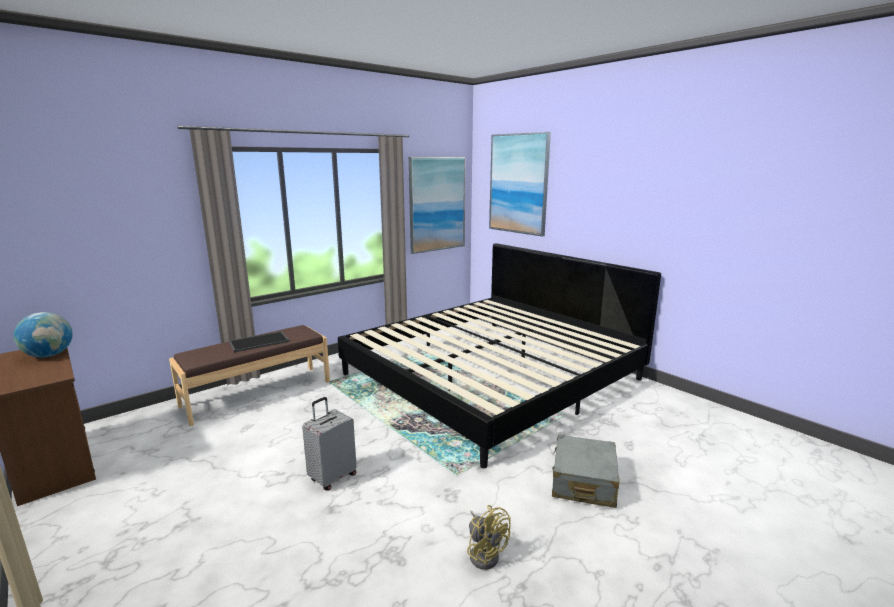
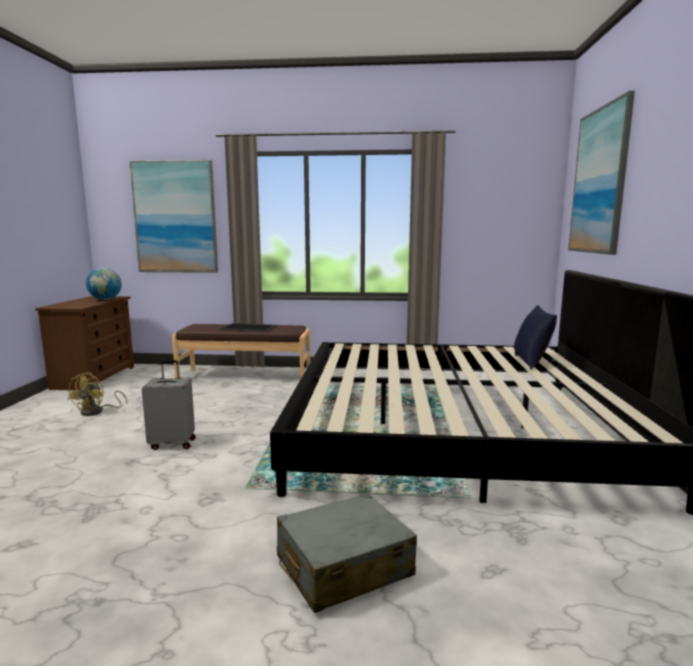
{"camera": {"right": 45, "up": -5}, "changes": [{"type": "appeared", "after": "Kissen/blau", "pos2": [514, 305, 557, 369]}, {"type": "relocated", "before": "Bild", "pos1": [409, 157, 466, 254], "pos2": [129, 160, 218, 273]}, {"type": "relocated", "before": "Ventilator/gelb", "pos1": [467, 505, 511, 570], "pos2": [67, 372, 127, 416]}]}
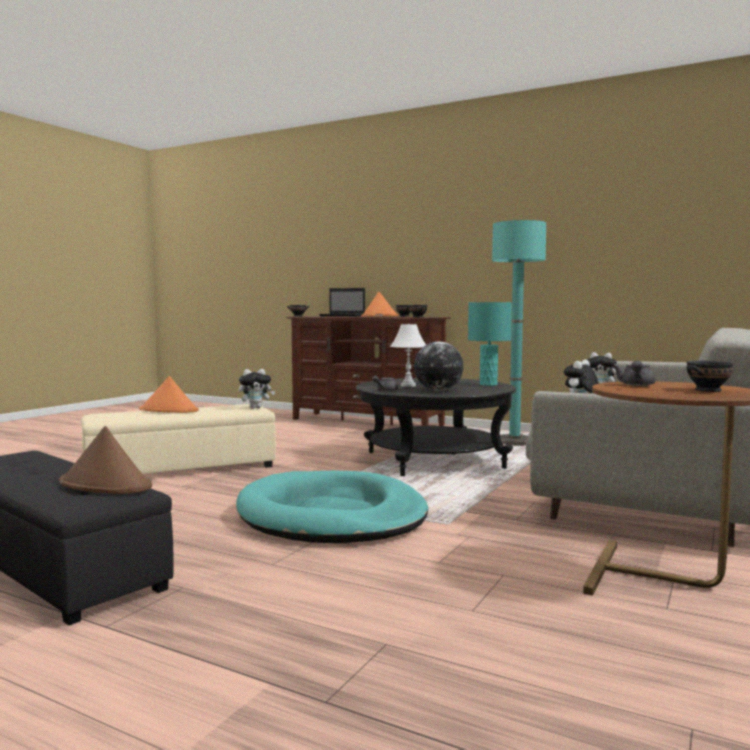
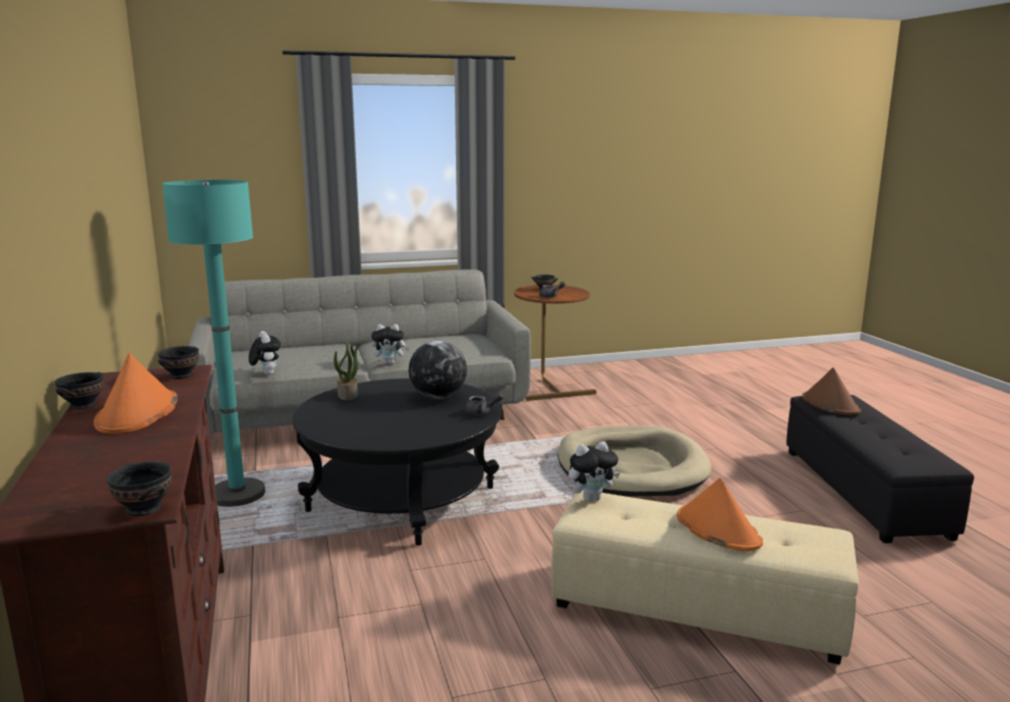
{"camera": {"right": -135, "up": 10}, "changes": [{"type": "missing", "before": "Laptop", "pos1": [319, 288, 365, 317]}, {"type": "missing", "before": "Tischlampe/weiß", "pos1": [390, 324, 426, 387]}, {"type": "exchanged", "before": "Tischlampe/türkis", "after": "Topfpflanze", "pos1": [468, 302, 512, 386], "pos2": [334, 340, 361, 400]}, {"type": "colour", "before": "Hundebett/türkis", "after": "Hundebett/beige", "pos1": [236, 471, 428, 544], "pos2": [558, 426, 711, 497]}, {"type": "spun", "before": "Plüschtier", "pos1": [239, 369, 275, 408], "pos2": [569, 441, 620, 502], "turn": 135}]}
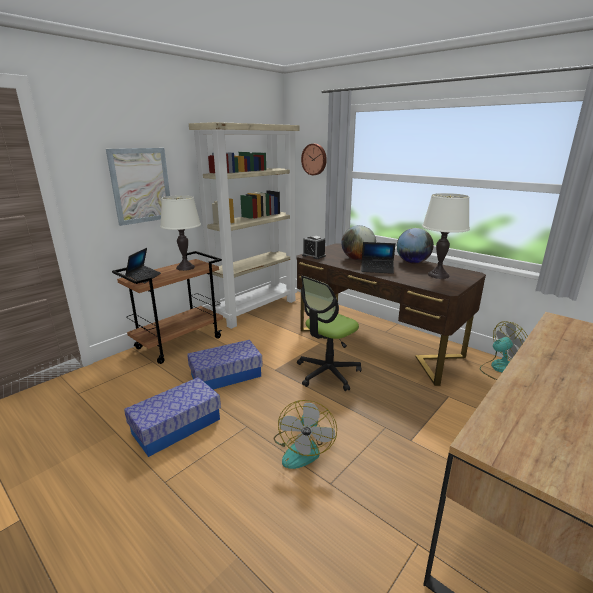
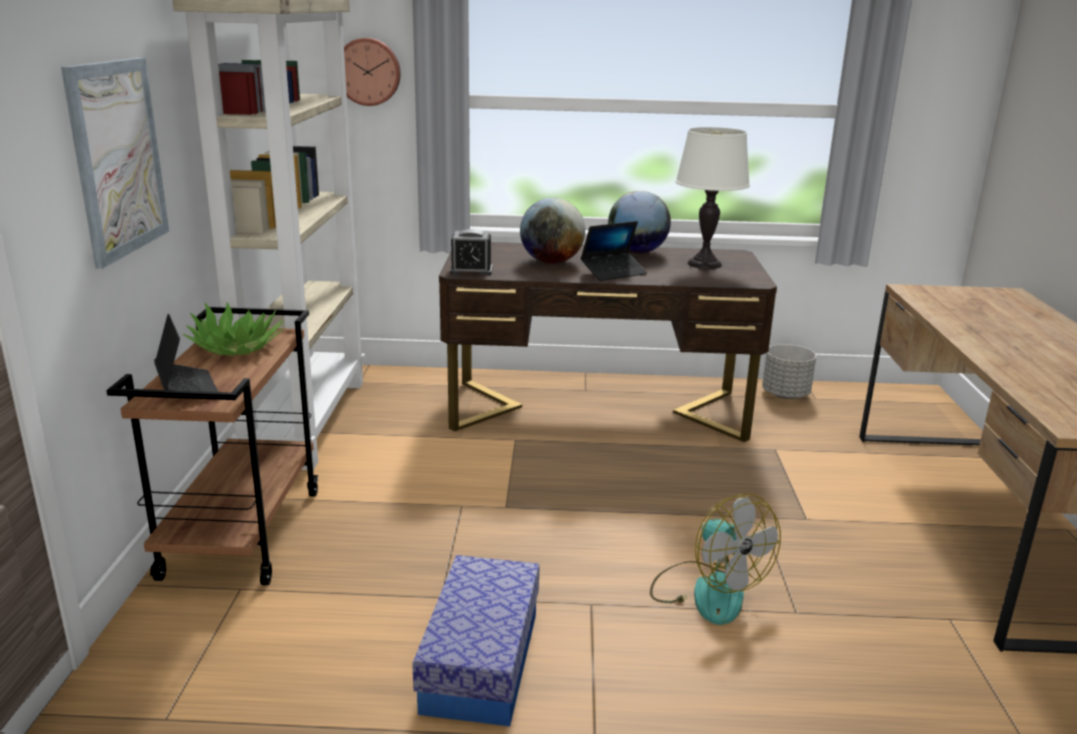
{"camera": {"right": -40, "up": 0}, "changes": [{"type": "missing", "before": "Aufbewahrungsbox", "pos1": [187, 340, 263, 390]}, {"type": "missing", "before": "Bürostuhl", "pos1": [297, 276, 361, 391]}, {"type": "exchanged", "before": "Tischlampe/weiß", "after": "Topfpflanze", "pos1": [160, 195, 201, 271], "pos2": [182, 302, 283, 356]}, {"type": "exchanged", "before": "Ventilator", "after": "Pflanzkübel/grau", "pos1": [480, 321, 528, 380], "pos2": [762, 344, 816, 399]}]}
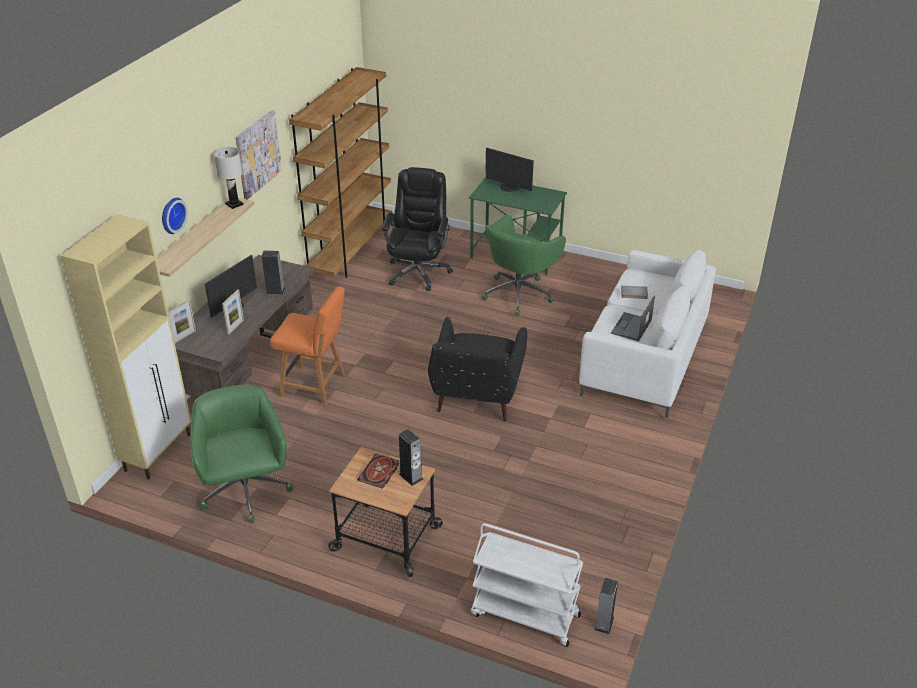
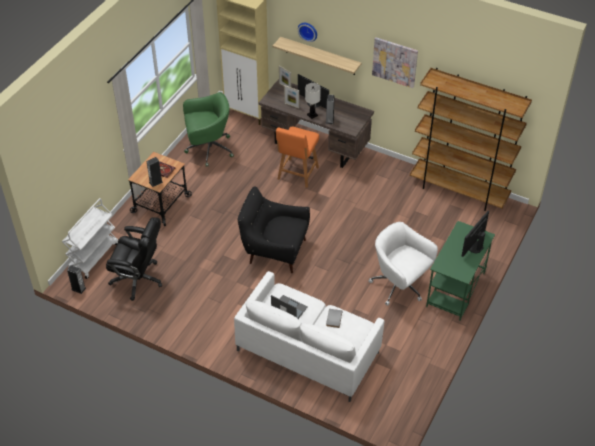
{"camera": {"right": 95, "up": 10}, "changes": [{"type": "relocated", "before": "Tischlampe/weiß", "pos1": [214, 147, 243, 209], "pos2": [305, 83, 321, 119]}, {"type": "relocated", "before": "Bürostuhl/schwarz", "pos1": [382, 167, 453, 291], "pos2": [106, 217, 162, 301]}, {"type": "colour", "before": "Bürostuhl/grün", "after": "Bürostuhl/weiß", "pos1": [482, 215, 566, 316], "pos2": [368, 222, 438, 306]}]}
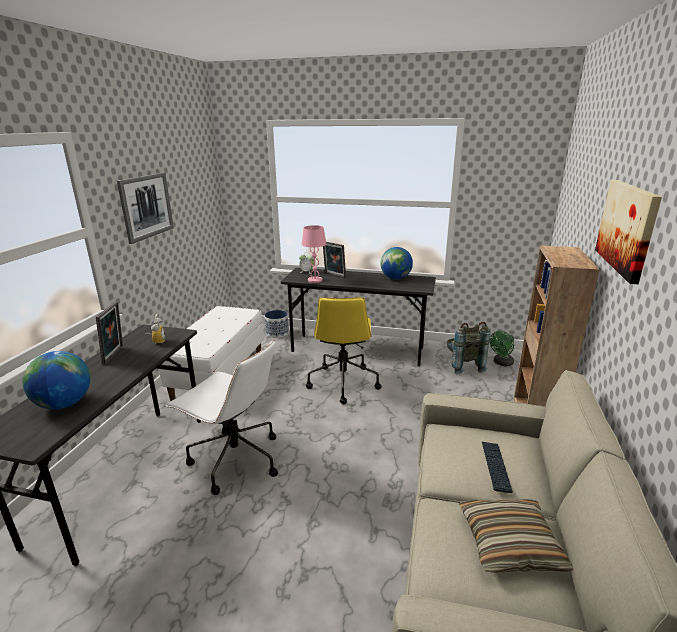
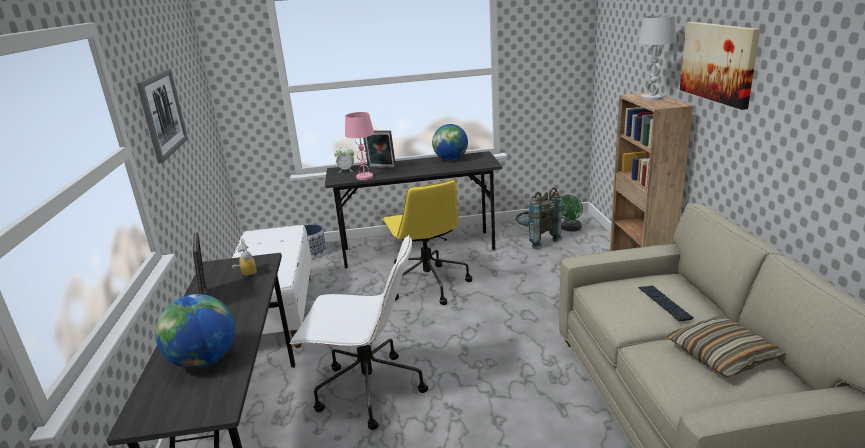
{"camera": {"right": -20, "up": 0}, "changes": [{"type": "appeared", "after": "Tischlampe/weiß", "pos2": [638, 15, 677, 101]}]}
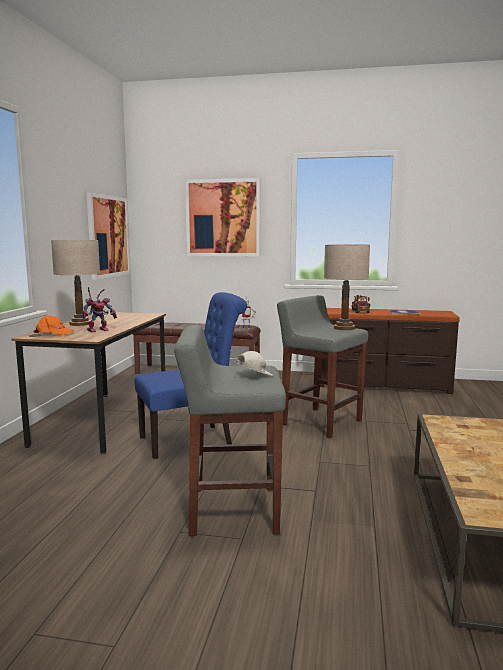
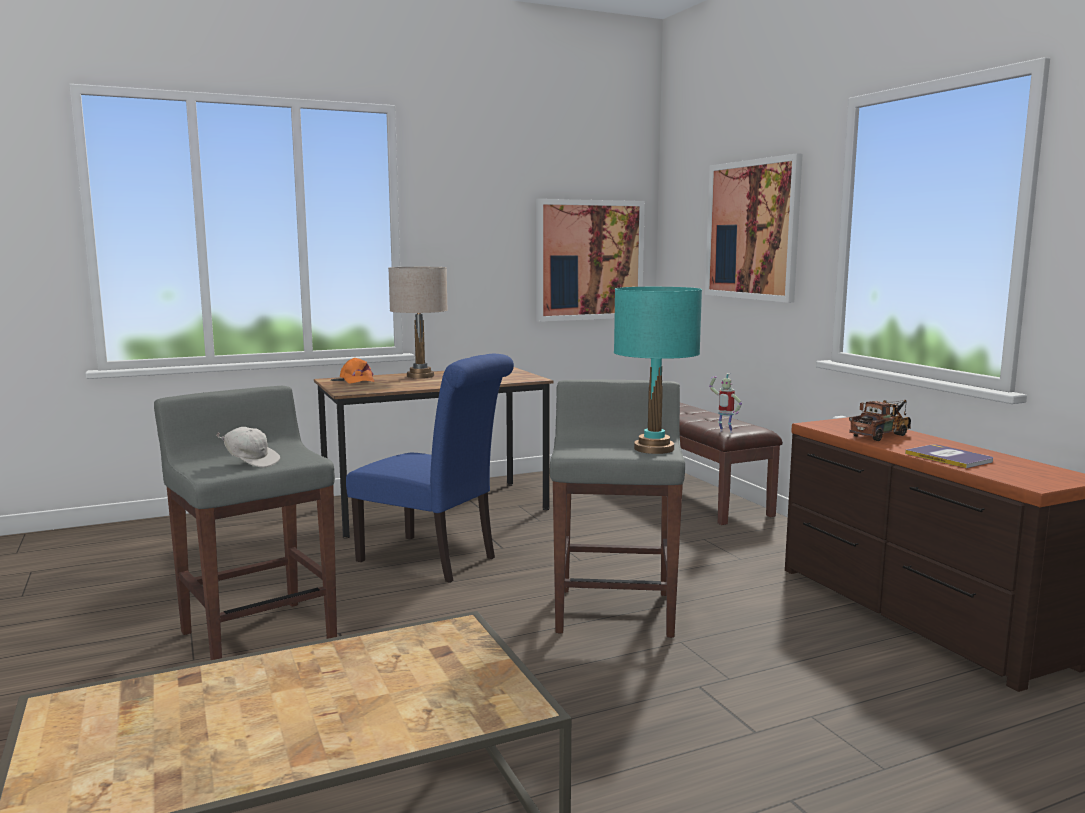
{"camera": {"right": 55, "up": 0}, "changes": [{"type": "missing", "before": "Spielzeugroboter", "pos1": [82, 287, 117, 332]}, {"type": "colour", "before": "Tischlampe/beige", "after": "Tischlampe/türkis", "pos1": [324, 244, 370, 330], "pos2": [614, 287, 702, 454]}]}
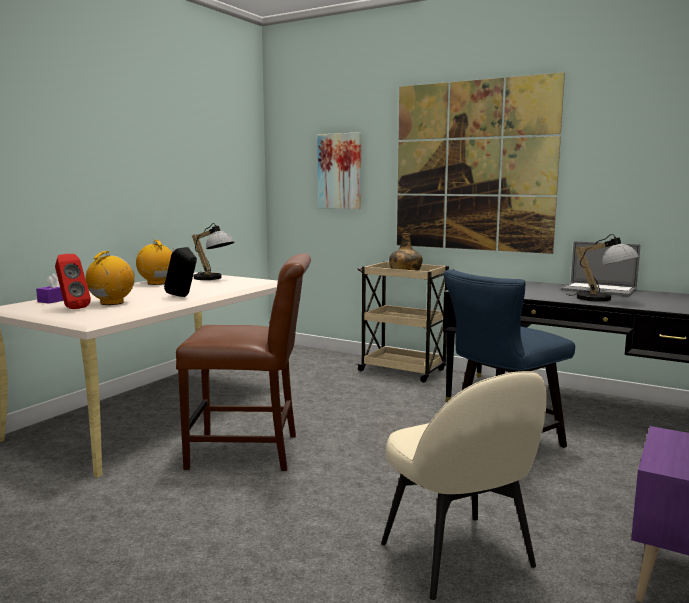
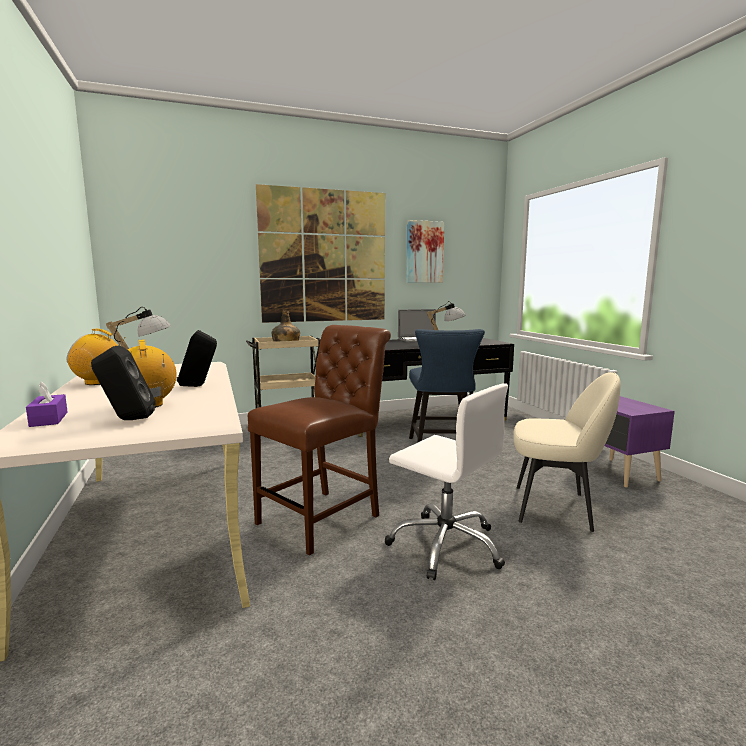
{"camera": {"right": -50, "up": 0}, "changes": [{"type": "appeared", "after": "Bürostuhl/weiß", "pos2": [385, 383, 508, 580]}, {"type": "relocated", "before": "Bild", "pos1": [317, 132, 361, 209], "pos2": [406, 220, 444, 283]}, {"type": "colour", "before": "Lautsprecher/rot", "after": "Lautsprecher/schwarz", "pos1": [55, 254, 91, 309], "pos2": [91, 345, 156, 420]}]}
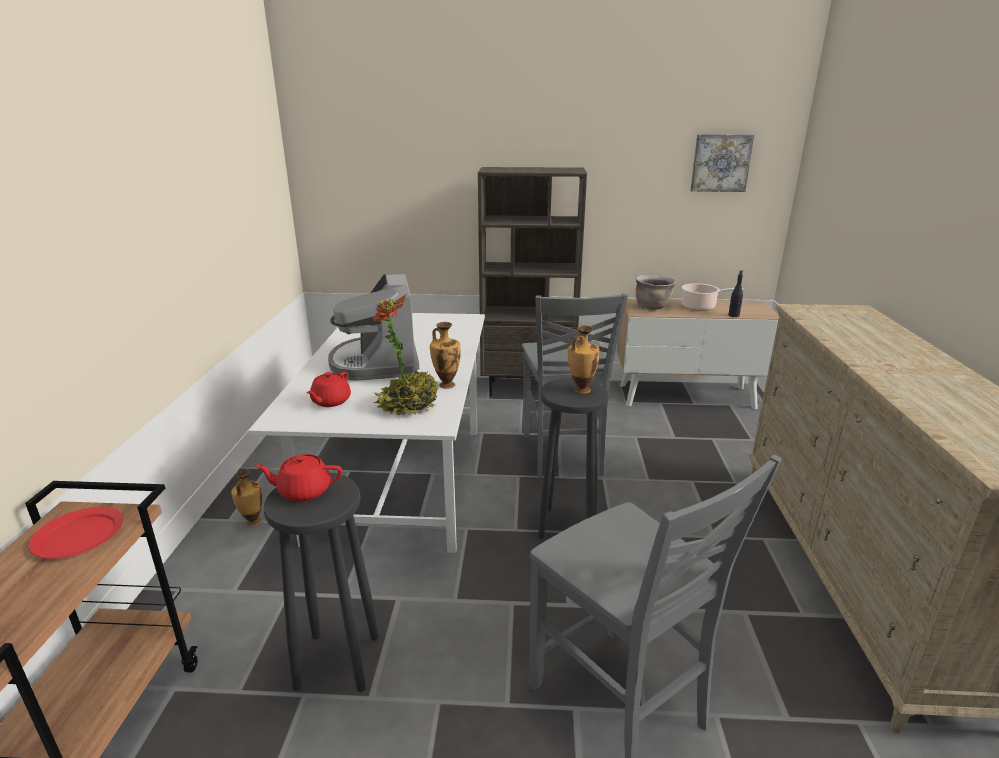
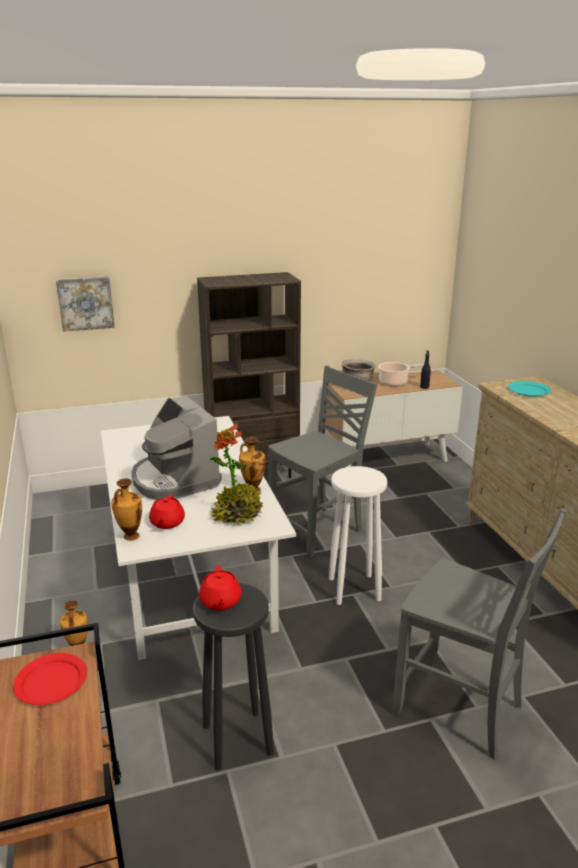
{"camera": {"right": -20, "up": 0}, "changes": [{"type": "appeared", "after": "Teller/türkis", "pos2": [508, 381, 551, 397]}, {"type": "relocated", "before": "Vase", "pos1": [568, 325, 599, 394], "pos2": [111, 478, 142, 541]}, {"type": "relocated", "before": "Bild", "pos1": [690, 134, 754, 192], "pos2": [56, 276, 115, 332]}, {"type": "colour", "before": "Hocker/schwarz", "after": "Hocker/weiß", "pos1": [538, 378, 609, 540], "pos2": [329, 466, 387, 605]}, {"type": "spun", "before": "Teekanne/rot", "pos1": [255, 454, 342, 502], "pos2": [199, 565, 242, 610], "turn": -75}, {"type": "spun", "before": "Stuhl/grau", "pos1": [522, 293, 628, 479], "pos2": [268, 366, 377, 558], "turn": -105}]}
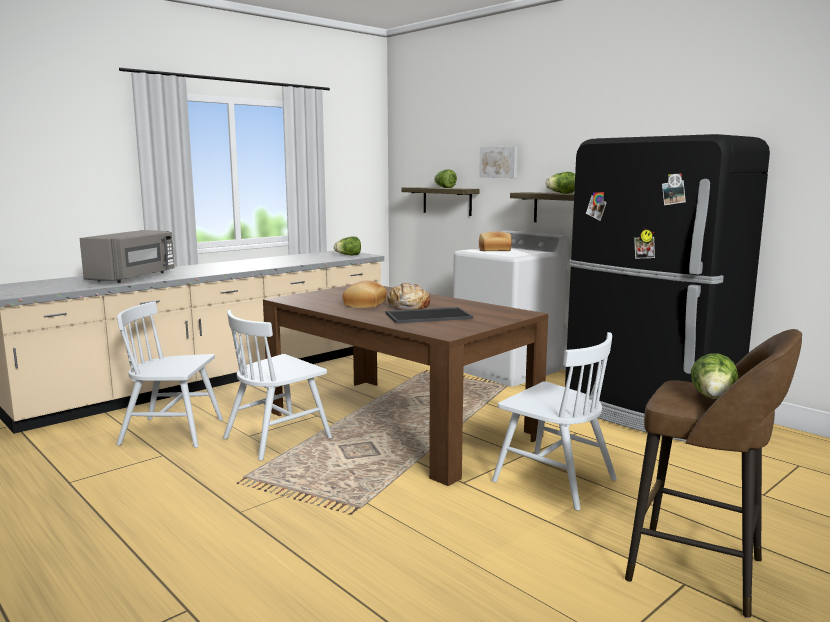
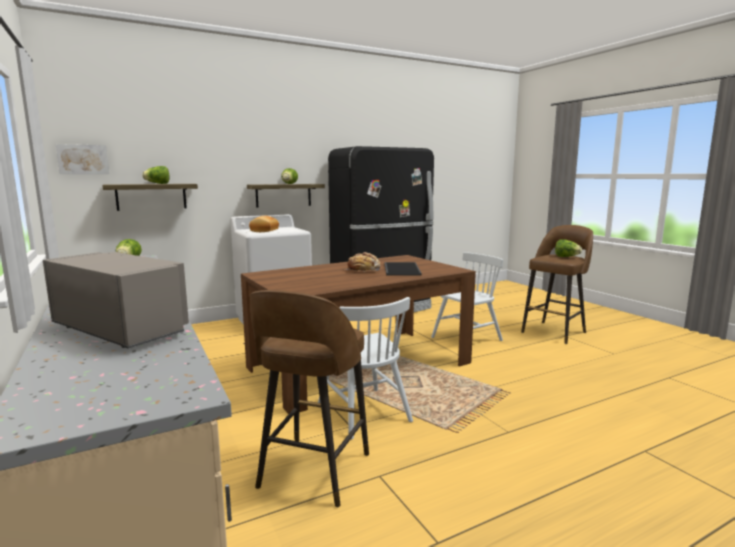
{"camera": {"right": -75, "up": 0}, "changes": [{"type": "missing", "before": "Brot", "pos1": [343, 280, 387, 309]}, {"type": "relocated", "before": "Bild", "pos1": [479, 147, 518, 178], "pos2": [56, 144, 109, 174]}, {"type": "exchanged", "before": "Stuhl/weiß", "after": "Hocker/braun", "pos1": [116, 302, 223, 448], "pos2": [250, 290, 369, 507]}]}
